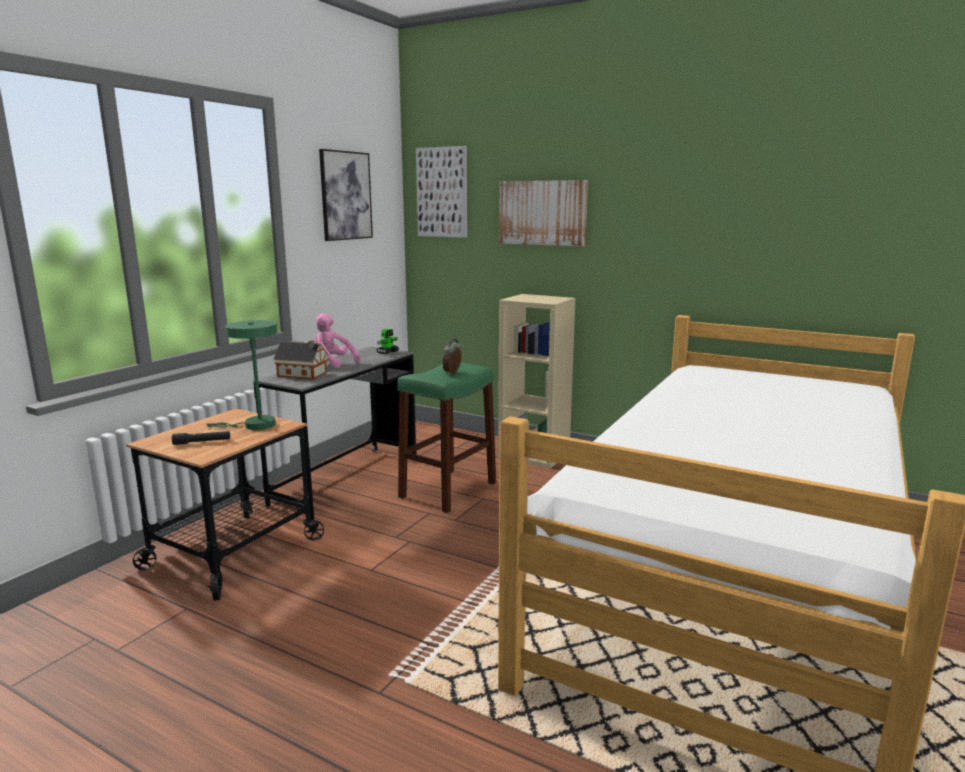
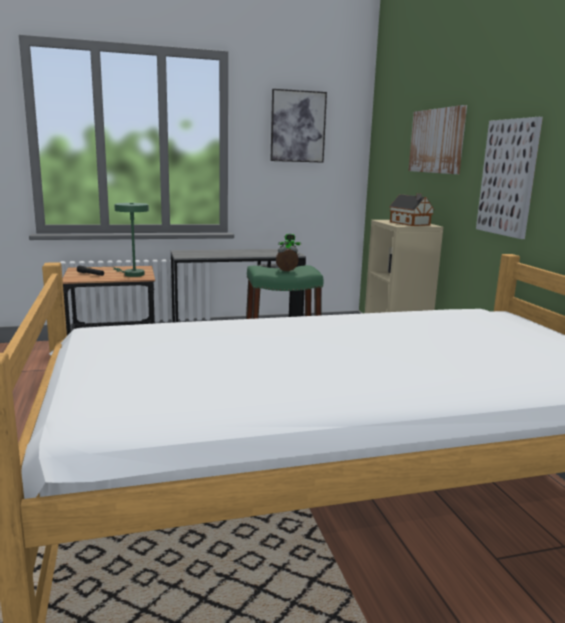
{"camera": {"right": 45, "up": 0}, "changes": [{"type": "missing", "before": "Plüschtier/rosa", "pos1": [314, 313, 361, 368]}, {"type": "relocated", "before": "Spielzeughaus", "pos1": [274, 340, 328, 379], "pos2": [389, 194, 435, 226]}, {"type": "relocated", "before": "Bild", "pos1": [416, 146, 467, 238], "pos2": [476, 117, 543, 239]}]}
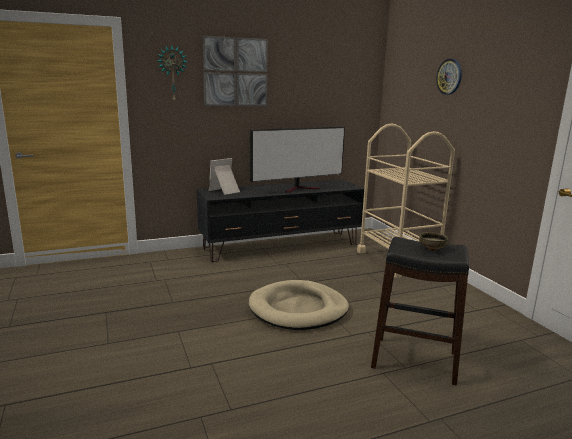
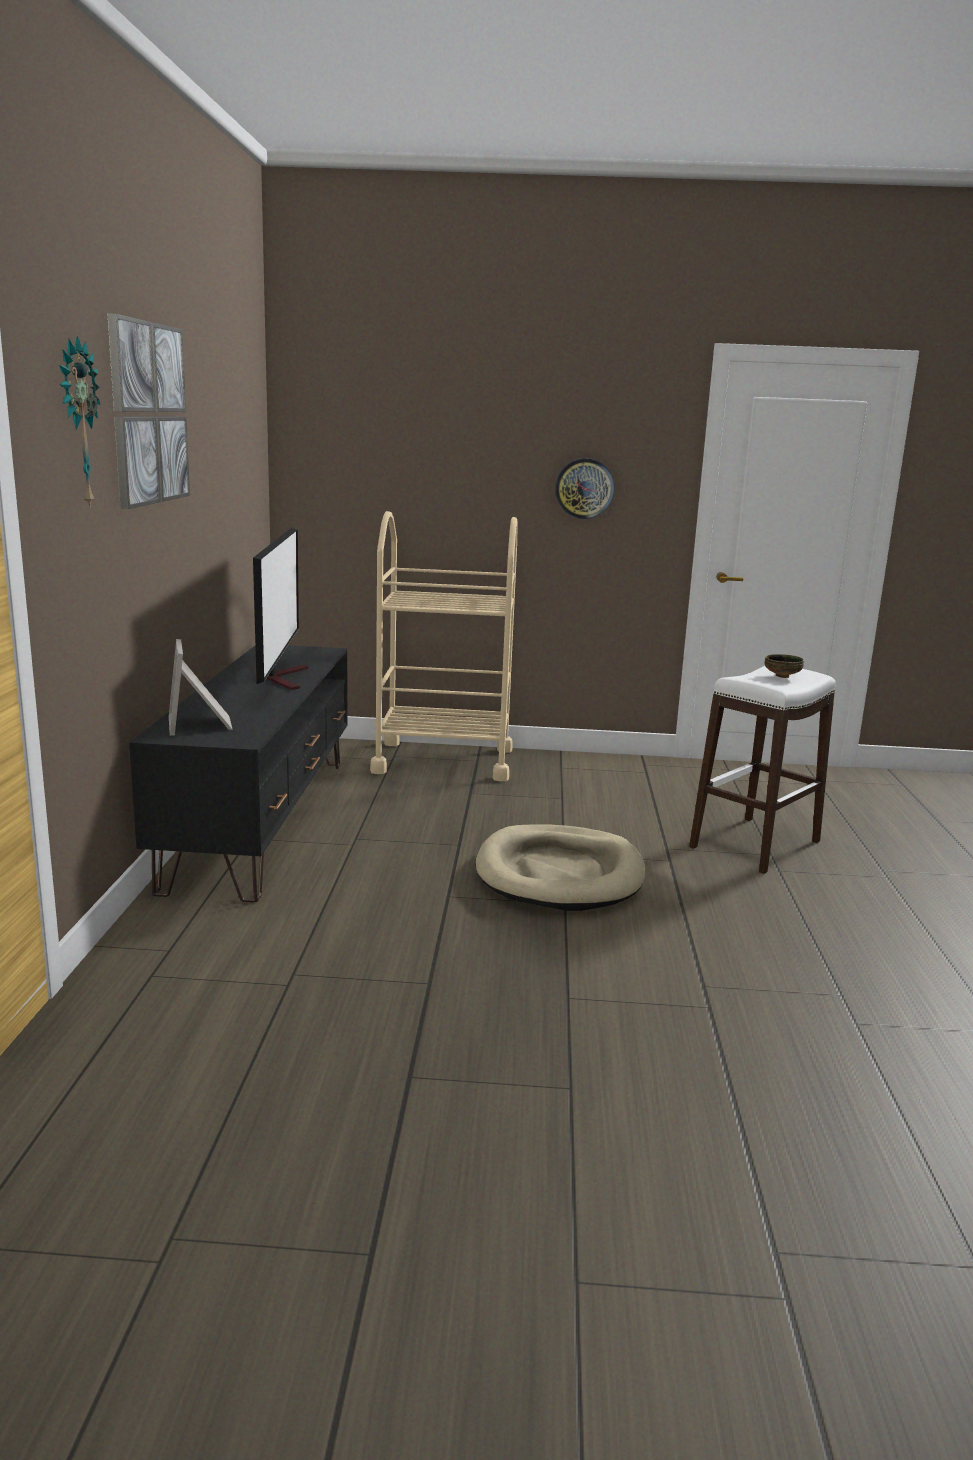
{"camera": {"right": -65, "up": 0}, "changes": [{"type": "relocated", "before": "Wanduhr", "pos1": [436, 59, 462, 95], "pos2": [555, 458, 615, 519]}, {"type": "colour", "before": "Hocker/schwarz", "after": "Hocker/weiß", "pos1": [371, 237, 469, 385], "pos2": [689, 666, 836, 874]}]}
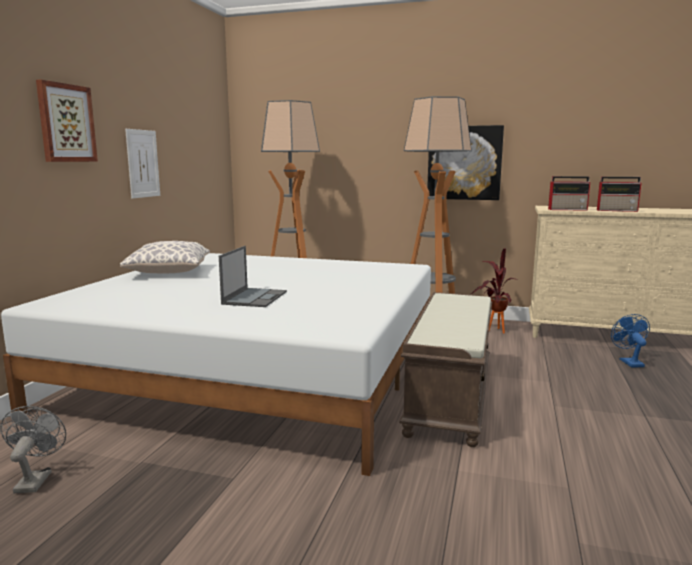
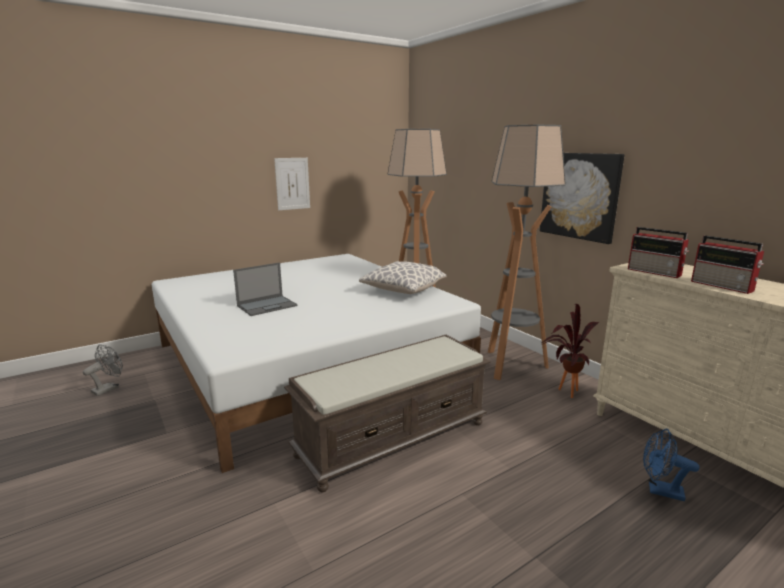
{"camera": {"right": 40, "up": 5}, "changes": [{"type": "missing", "before": "Bild", "pos1": [36, 79, 98, 162]}, {"type": "relocated", "before": "Kissen", "pos1": [120, 241, 210, 274], "pos2": [359, 261, 447, 294]}, {"type": "spun", "before": "Ventilator/blau", "pos1": [611, 314, 650, 367], "pos2": [643, 429, 700, 501], "turn": -105}]}
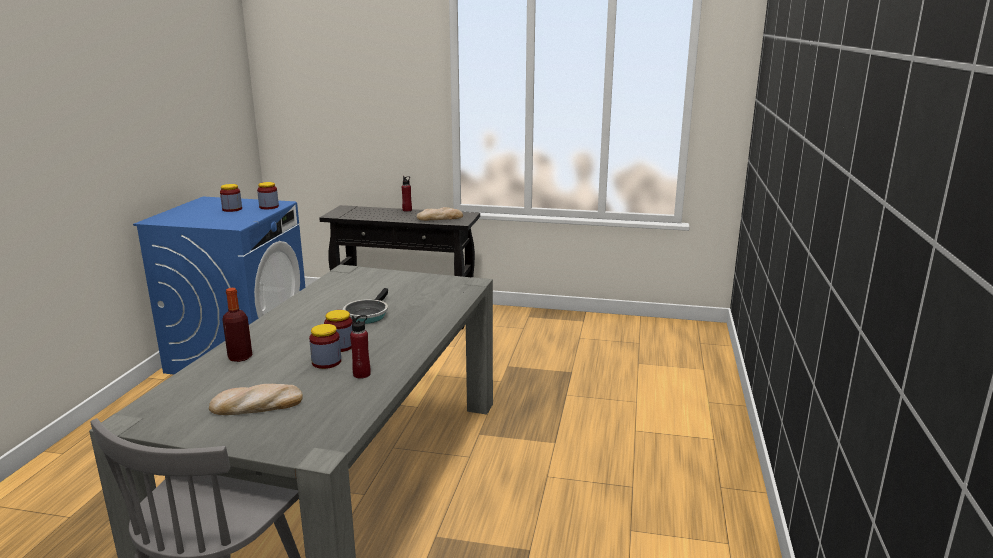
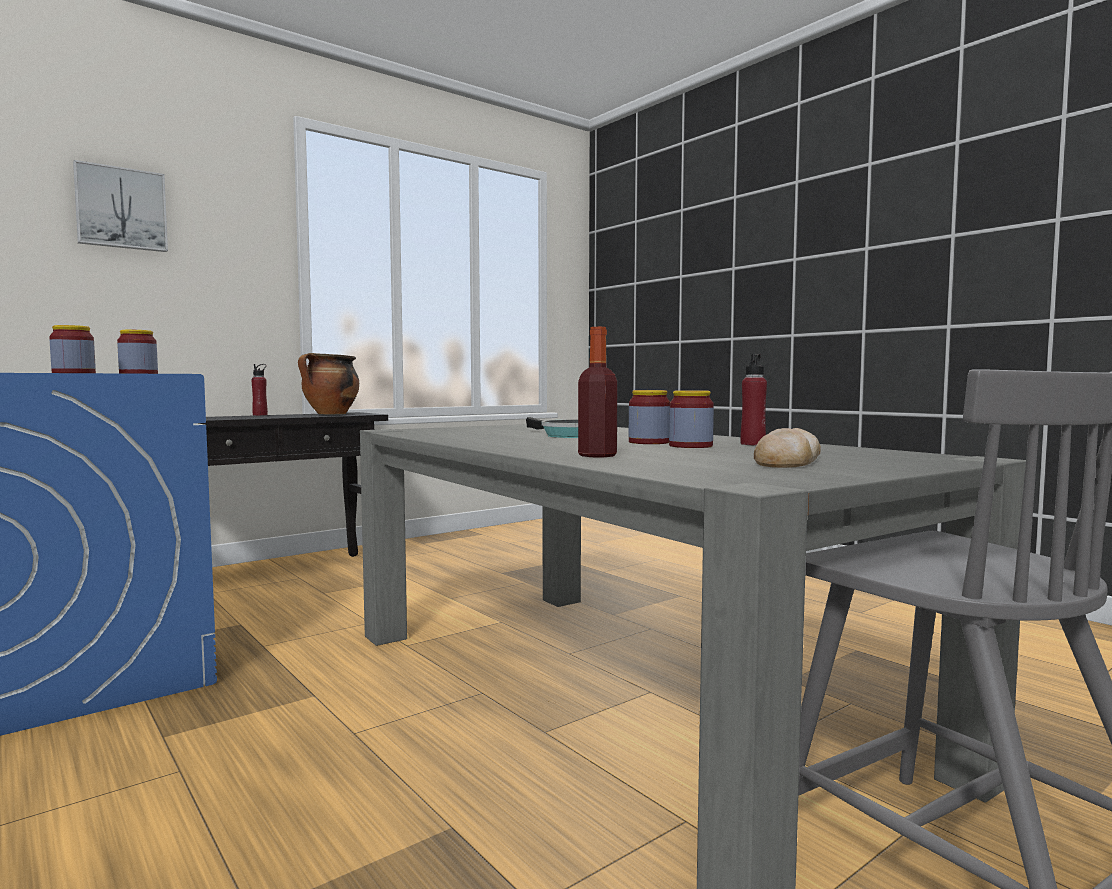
{"camera": {"right": -50, "up": -15}, "changes": [{"type": "appeared", "after": "Bild", "pos2": [73, 160, 168, 252]}, {"type": "exchanged", "before": "Brot", "after": "Kochtopf", "pos1": [417, 207, 463, 221], "pos2": [298, 353, 359, 415]}]}
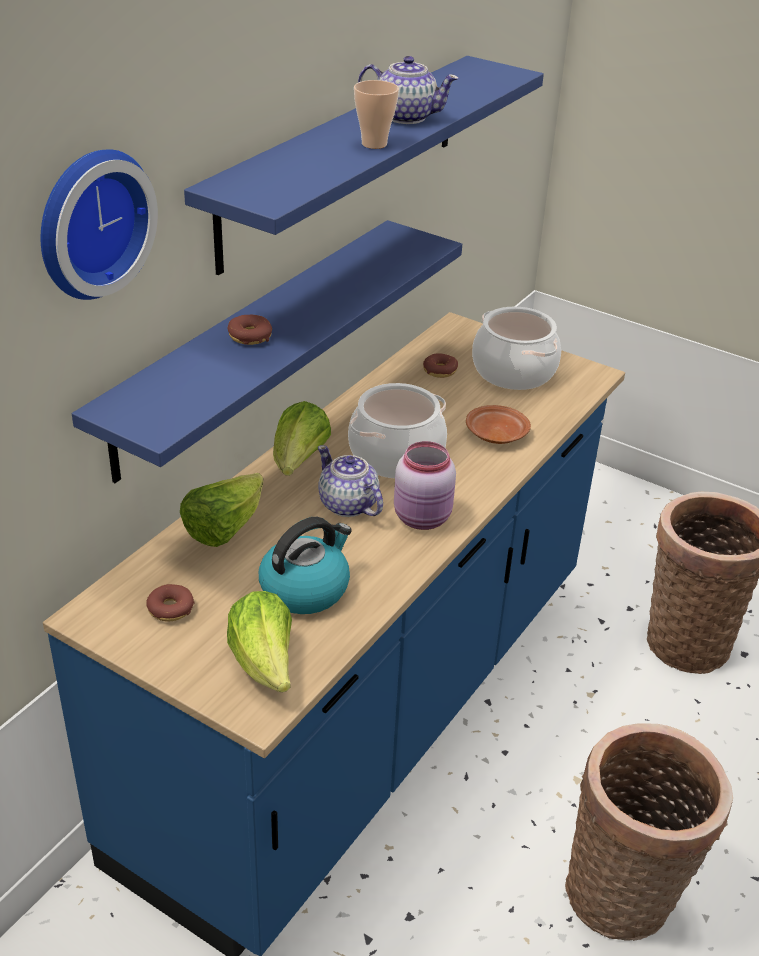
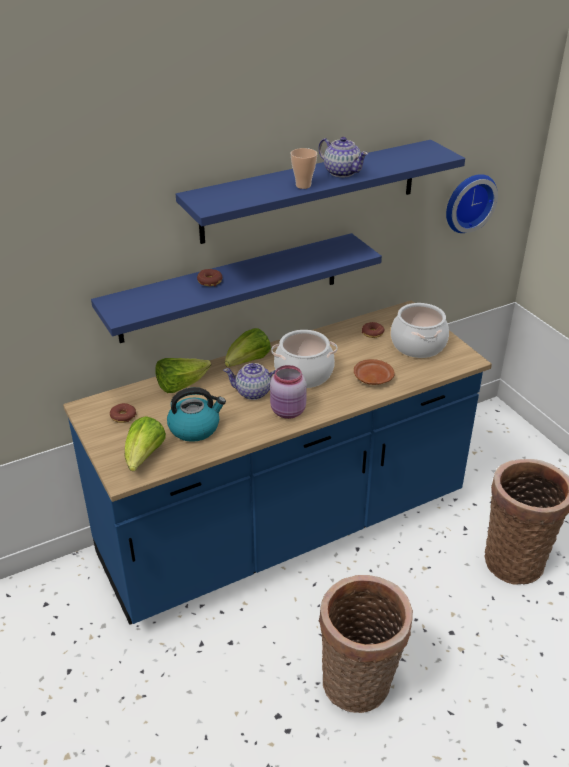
{"camera": {"right": 30, "up": 0}, "changes": [{"type": "relocated", "before": "Wanduhr", "pos1": [41, 149, 158, 300], "pos2": [446, 174, 498, 233]}, {"type": "spun", "before": "Teekanne", "pos1": [318, 445, 383, 517], "pos2": [223, 363, 276, 400], "turn": -75}]}
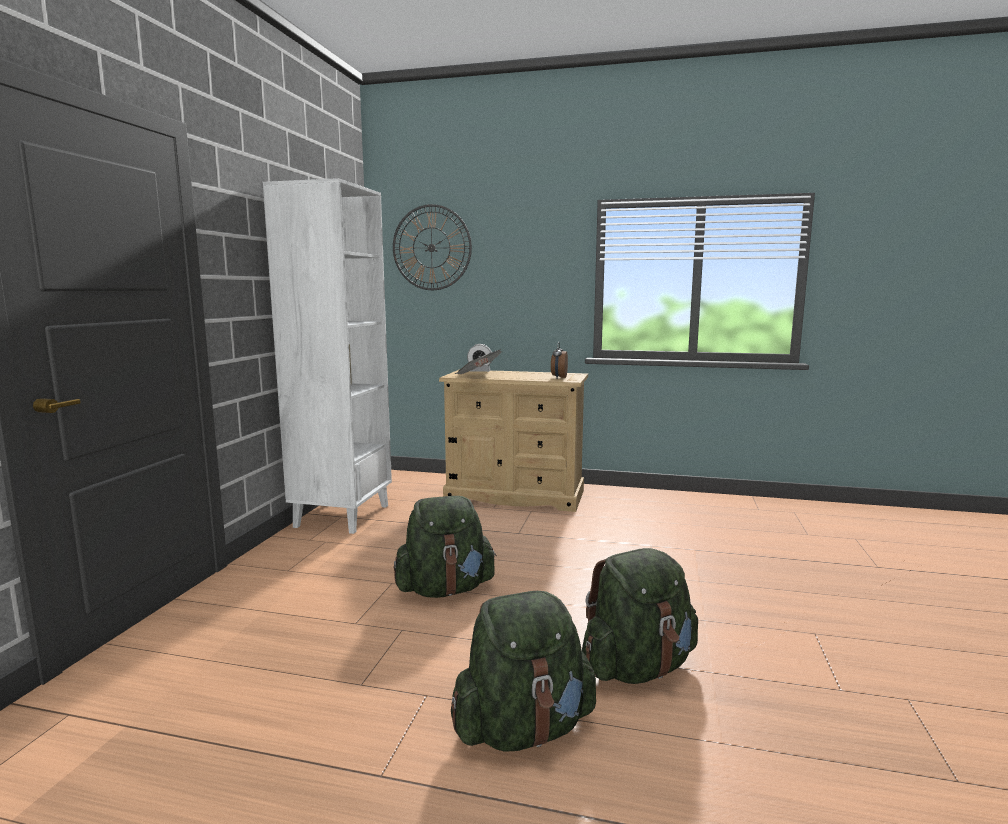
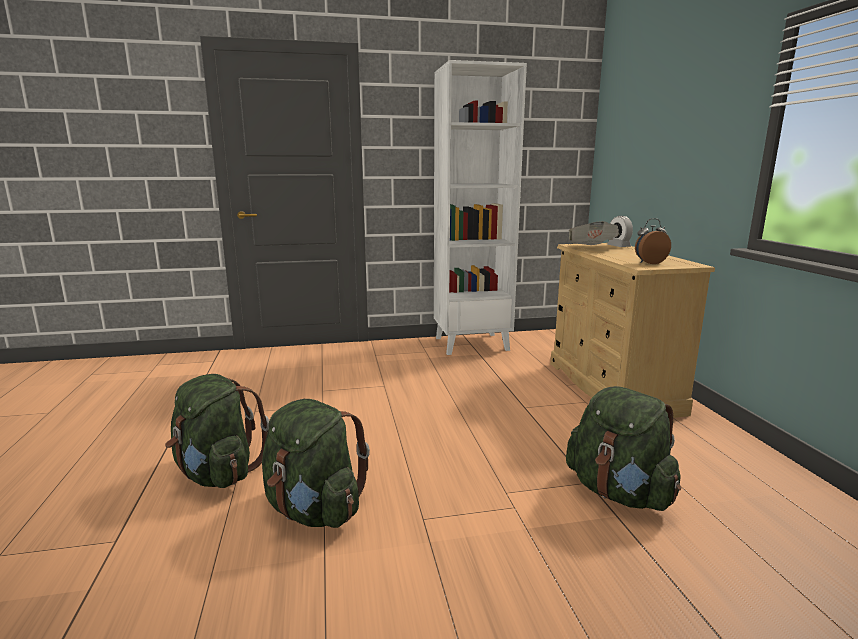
{"camera": {"right": 65, "up": 5}, "changes": [{"type": "missing", "before": "Wanduhr", "pos1": [393, 204, 472, 290]}, {"type": "relocated", "before": "Rucksack/grün", "pos1": [394, 496, 497, 598], "pos2": [566, 386, 681, 511]}]}
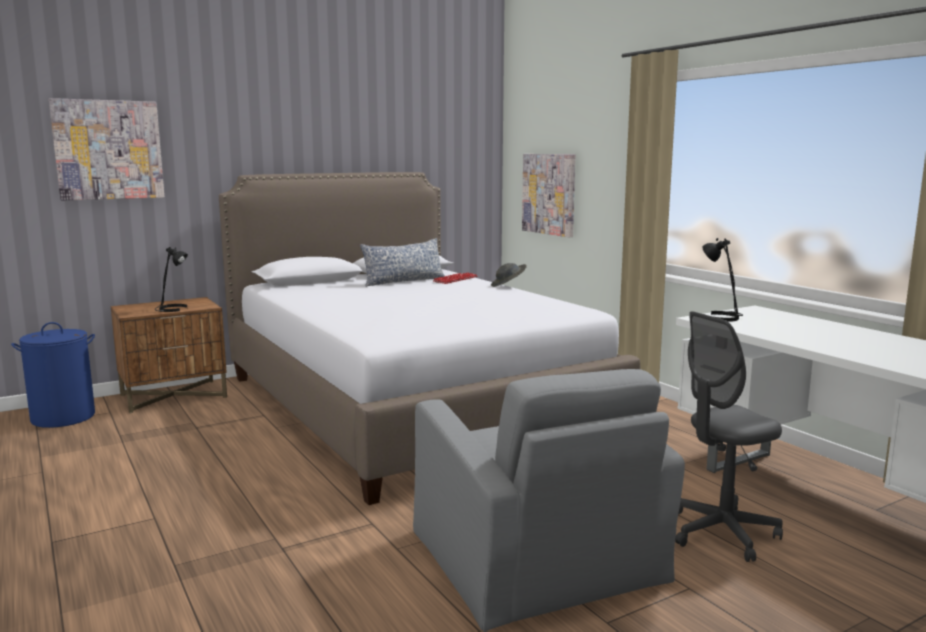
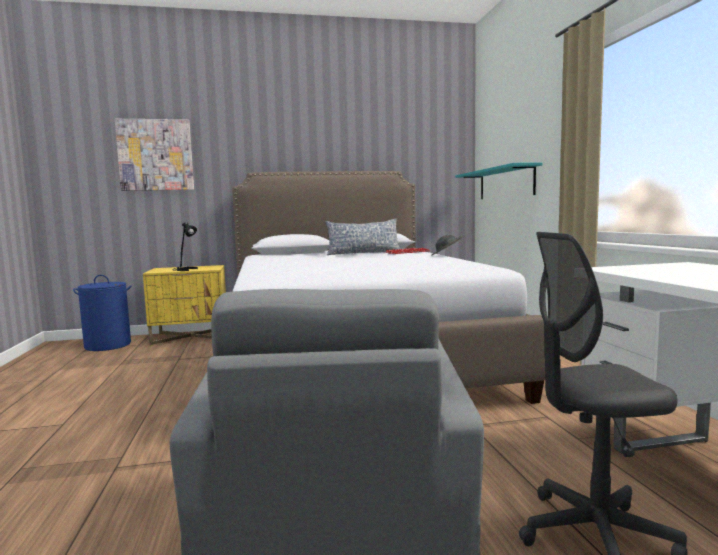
{"camera": {"right": 20, "up": -5}, "changes": [{"type": "missing", "before": "Tischlampe/schwarz", "pos1": [702, 238, 743, 322]}, {"type": "exchanged", "before": "Bild", "after": "Wandregal/türkis", "pos1": [522, 154, 576, 237], "pos2": [455, 162, 542, 199]}, {"type": "colour", "before": "Nachttisch/braun", "after": "Nachttisch/gelb", "pos1": [111, 297, 227, 413], "pos2": [143, 265, 226, 346]}]}
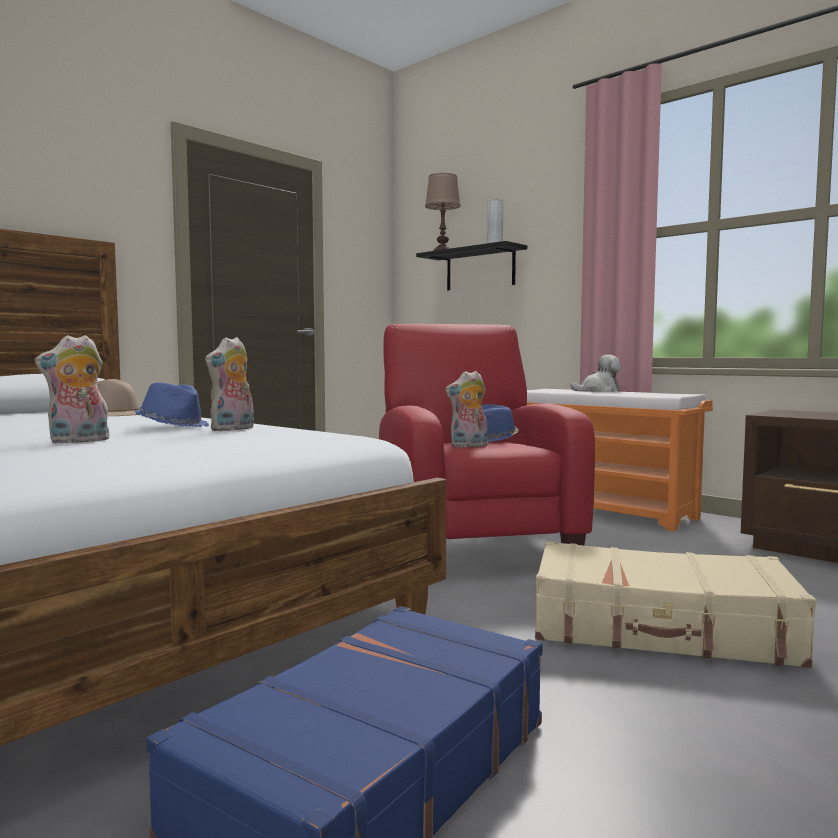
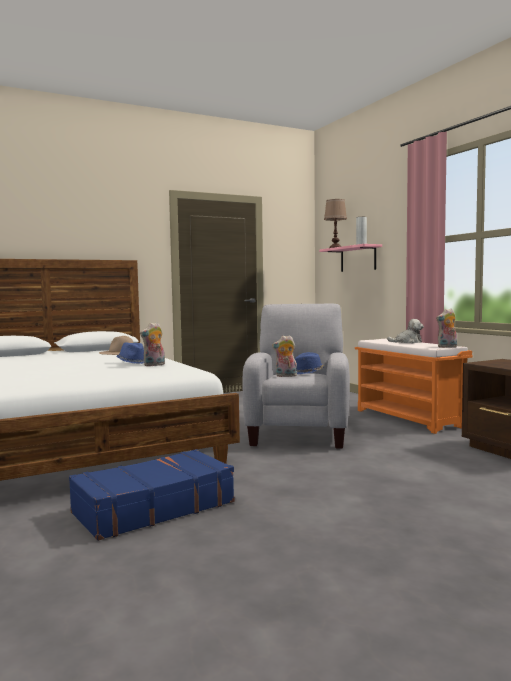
{"camera": {"right": 20, "up": 0}, "changes": [{"type": "missing", "before": "Koffer/beige", "pos1": [535, 541, 816, 668]}, {"type": "relocated", "before": "Plüschtier", "pos1": [35, 335, 110, 444], "pos2": [436, 309, 457, 348]}, {"type": "colour", "before": "Sessel/rot", "after": "Sessel/grau", "pos1": [379, 324, 595, 545], "pos2": [243, 304, 350, 449]}, {"type": "colour", "before": "Wandregal/schwarz", "after": "Wandregal/rosa", "pos1": [416, 241, 527, 290], "pos2": [319, 244, 382, 272]}]}
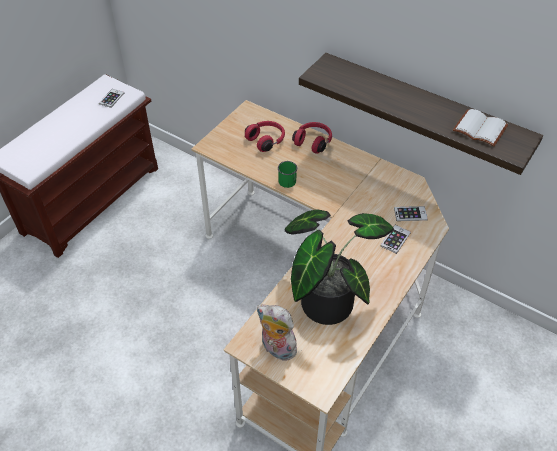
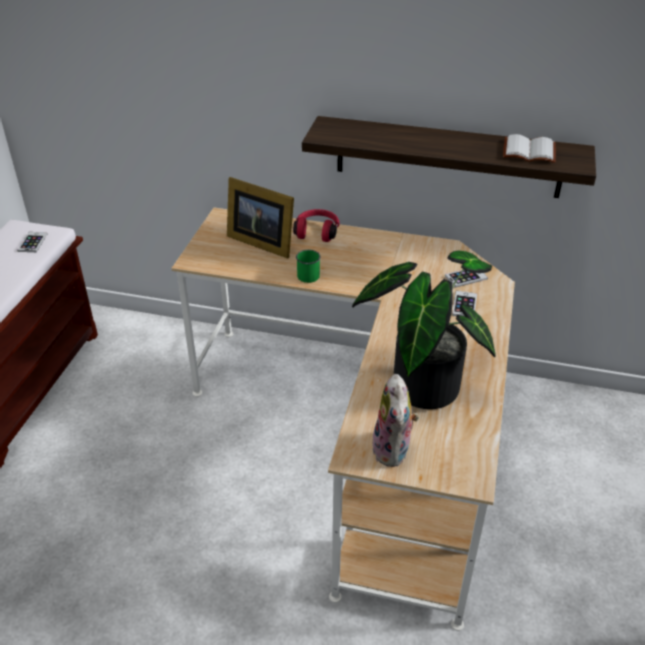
{"camera": {"right": -20, "up": -10}, "changes": [{"type": "exchanged", "before": "Kopfhörer/rot", "after": "Bilderrahmen", "pos1": [245, 121, 285, 152], "pos2": [227, 177, 294, 259]}, {"type": "spun", "before": "Plüschtier", "pos1": [256, 305, 297, 361], "pos2": [372, 374, 419, 467], "turn": -105}]}
